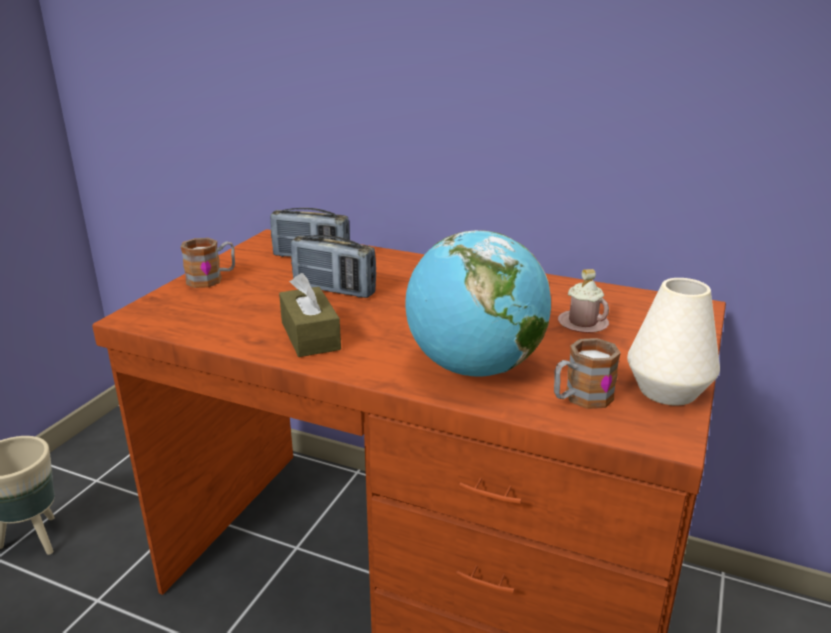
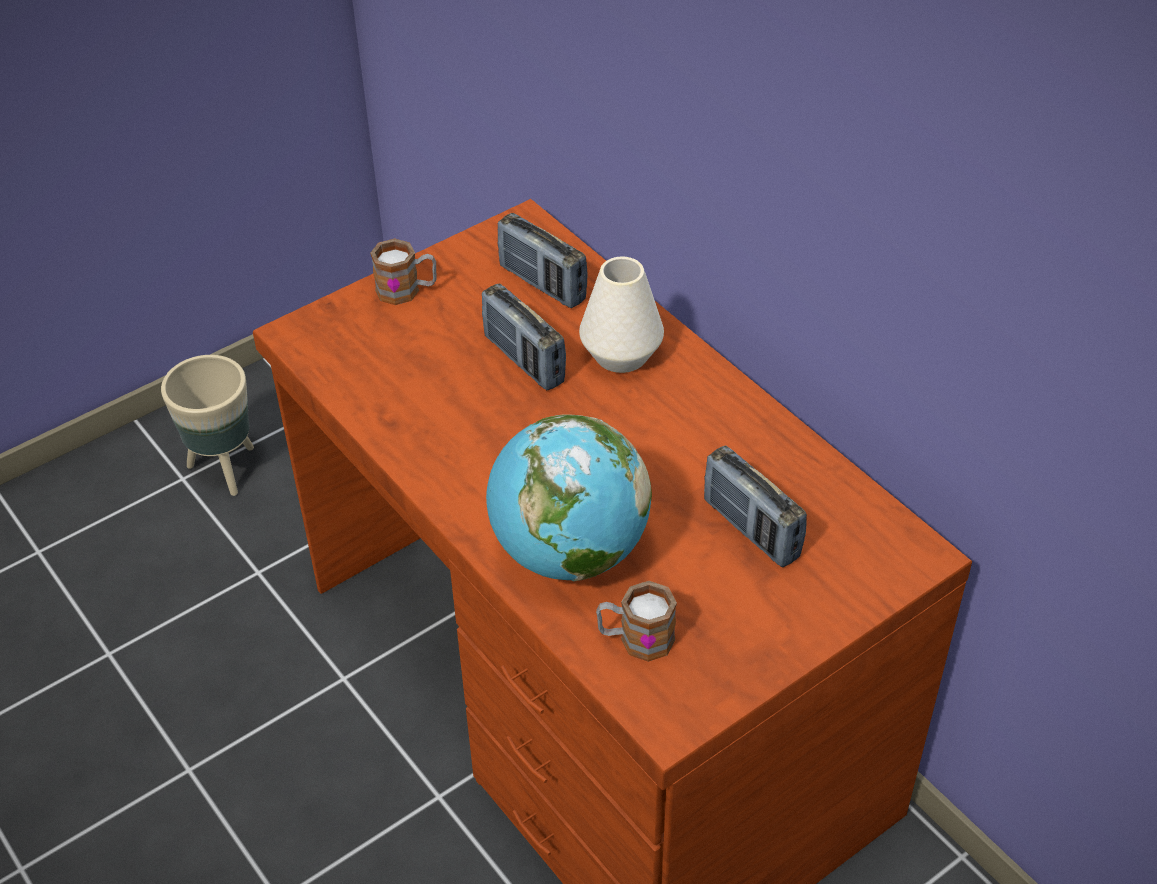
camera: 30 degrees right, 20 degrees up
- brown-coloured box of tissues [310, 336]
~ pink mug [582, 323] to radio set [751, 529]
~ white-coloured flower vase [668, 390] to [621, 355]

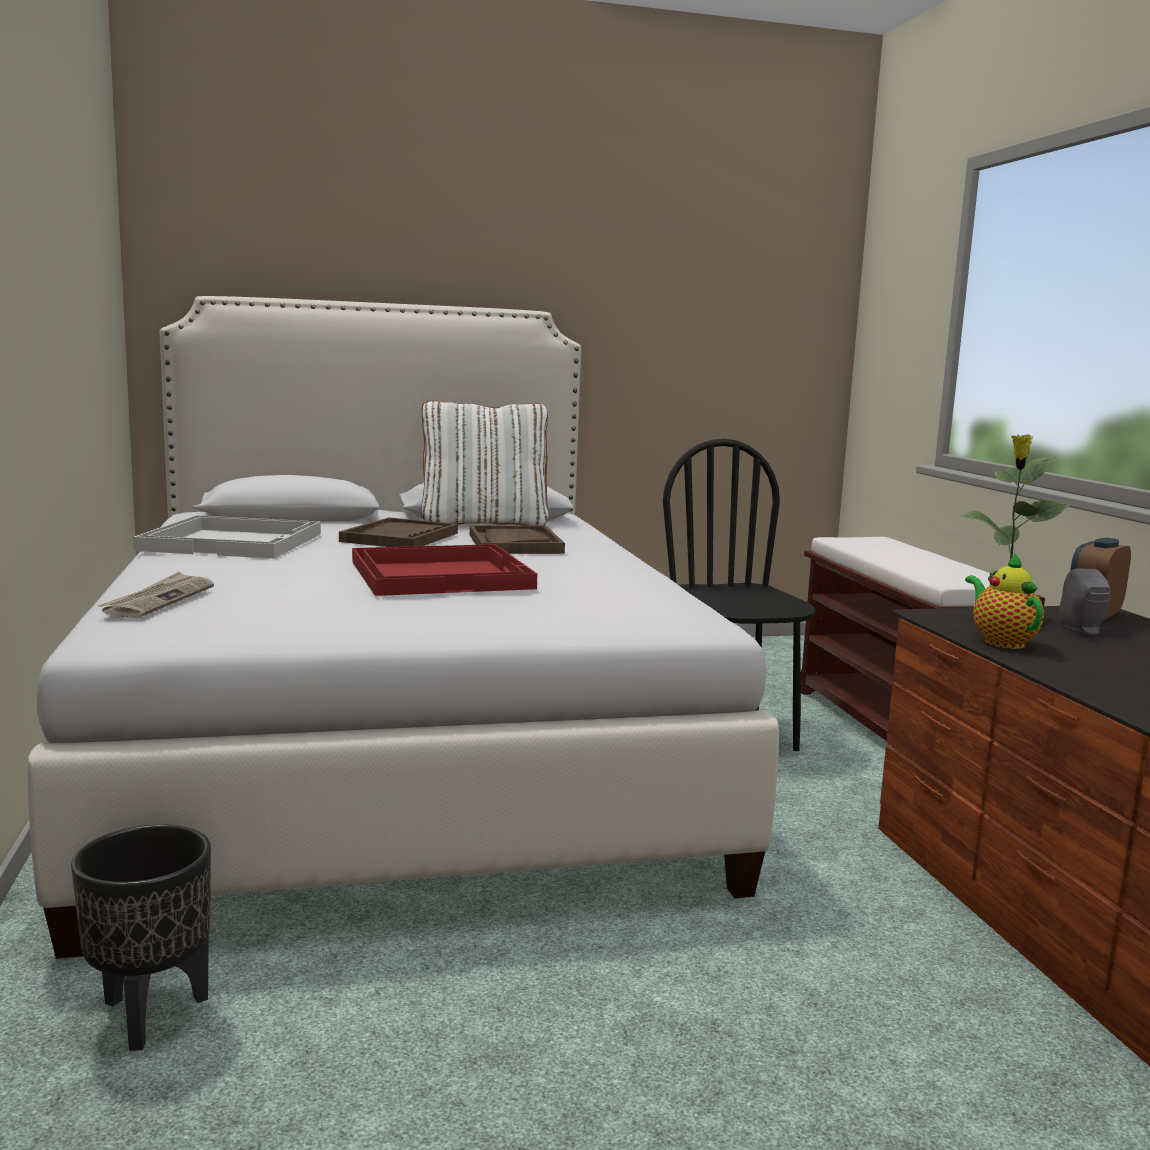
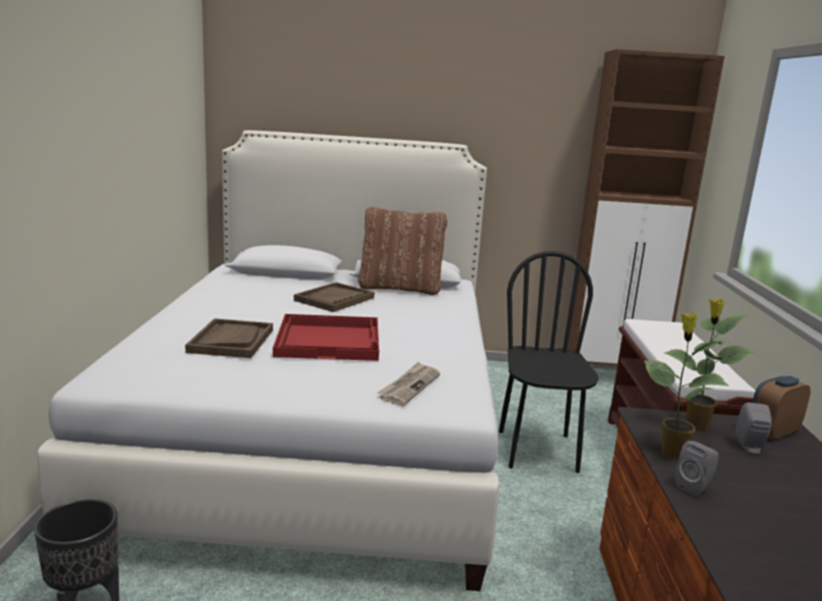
camera: 15 degrees right, 5 degrees up
~ newspaper [159, 600] to [409, 386]
- white-coloured serving tray [234, 541]
~ white-coloured pillow [484, 523] to brown-coloured pillow [400, 288]
~ brown-coloured serving tray [514, 543] to [231, 340]
~ tea pot [1001, 642] to plant in a pot [671, 453]
+ brown-coloured cupboard [612, 378]
+ grey audio speaker [695, 487]

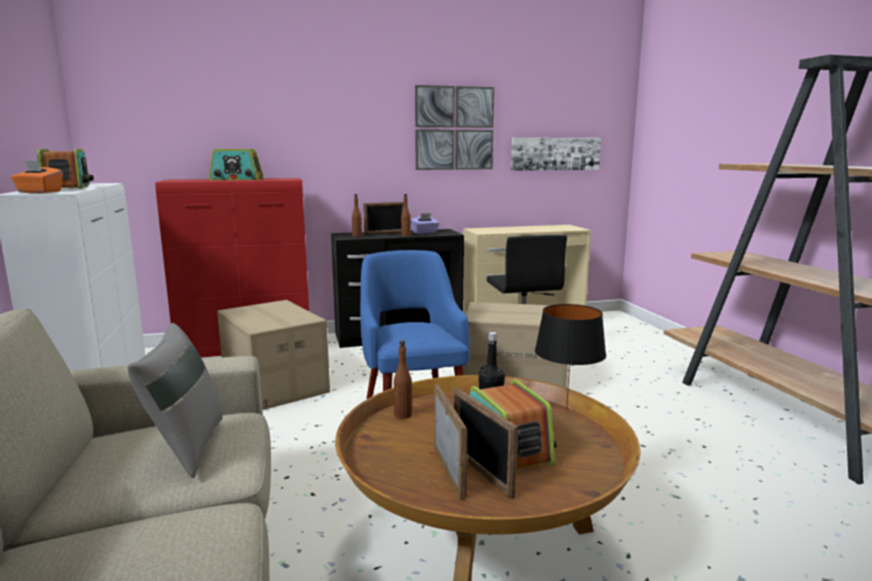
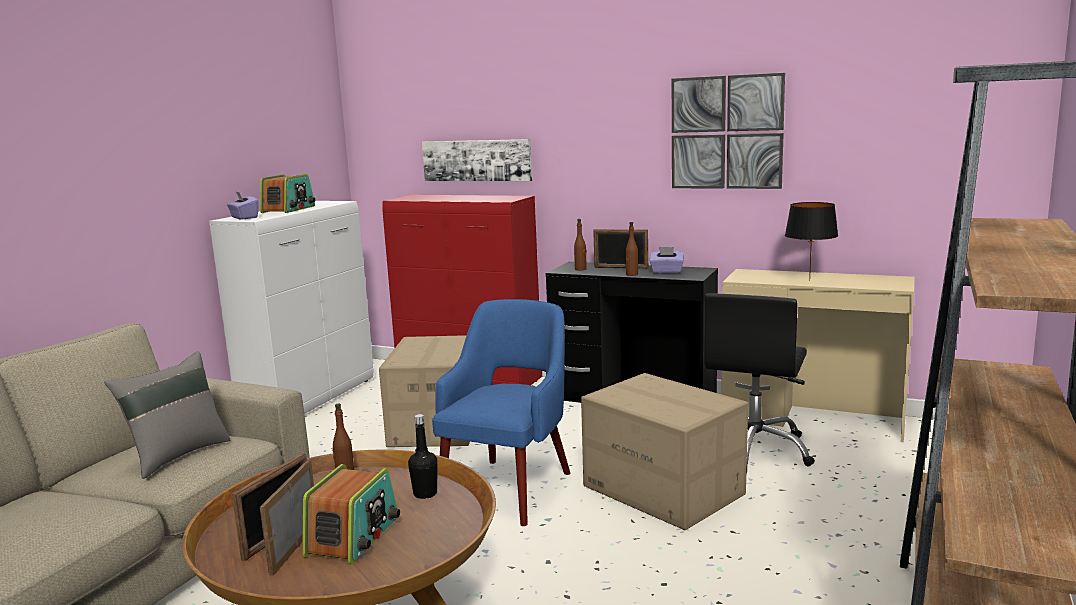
camera: 40 degrees right, 0 degrees up
~ orange-coloured box of tissues [39, 192] to purplish box of tissues [244, 218]
- radio set [236, 179]
~ wall art [555, 154] to [477, 160]
~ black-coloured lamp for a table [567, 411] to [809, 280]

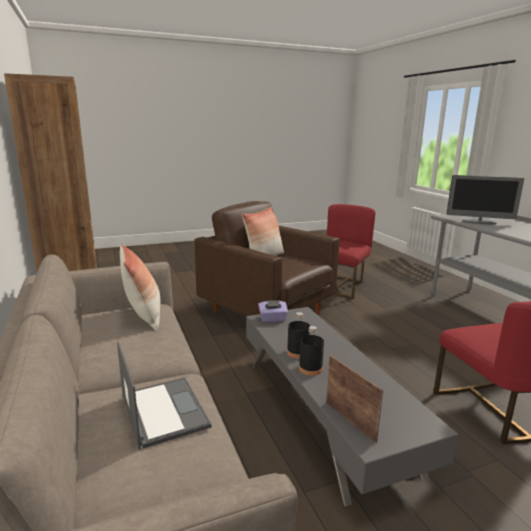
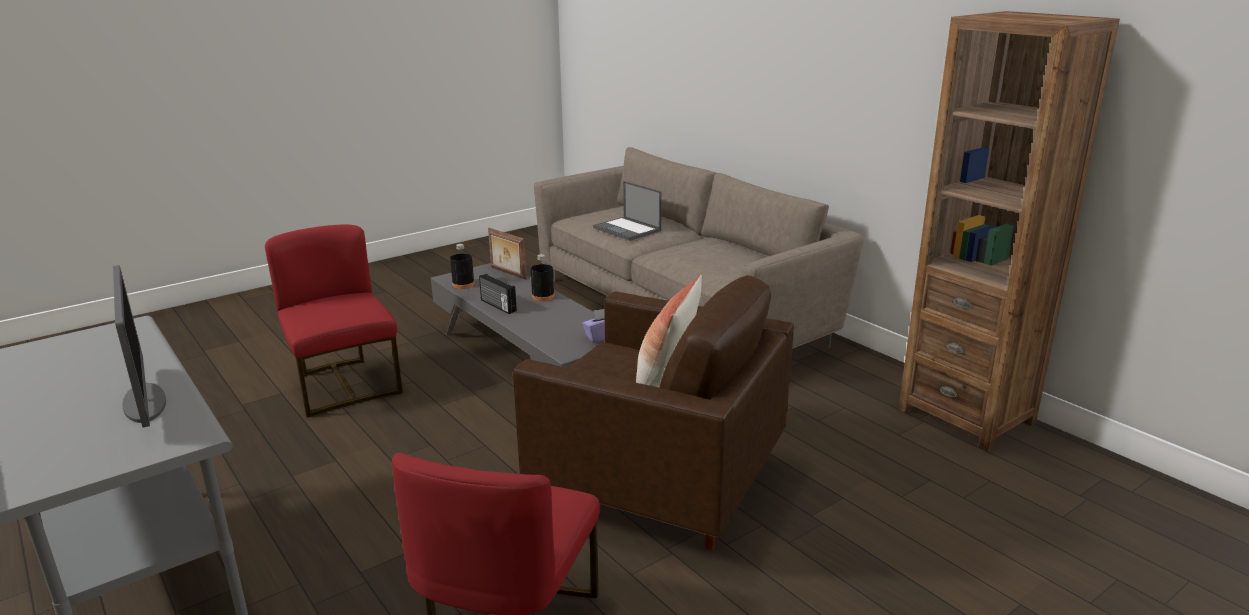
camera: 165 degrees right, 5 degrees up
- pillow [143, 316]
~ black-coloured bottle [298, 352] to [463, 285]
~ monitor [479, 222] = [144, 403] 60 degrees clockwise
+ radio set [497, 306]

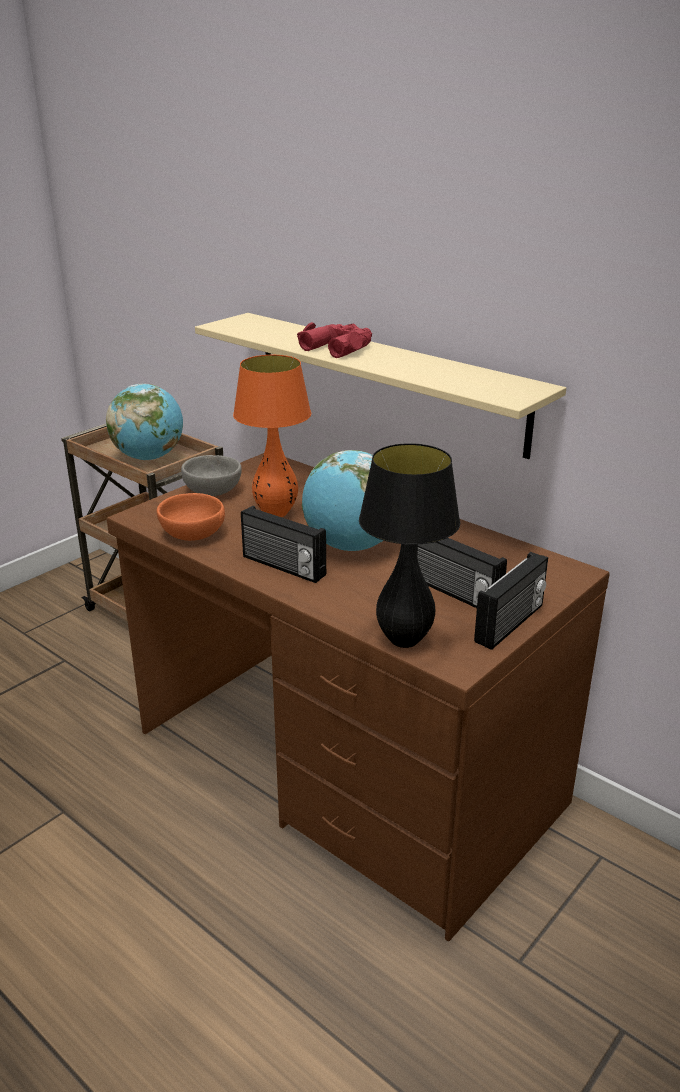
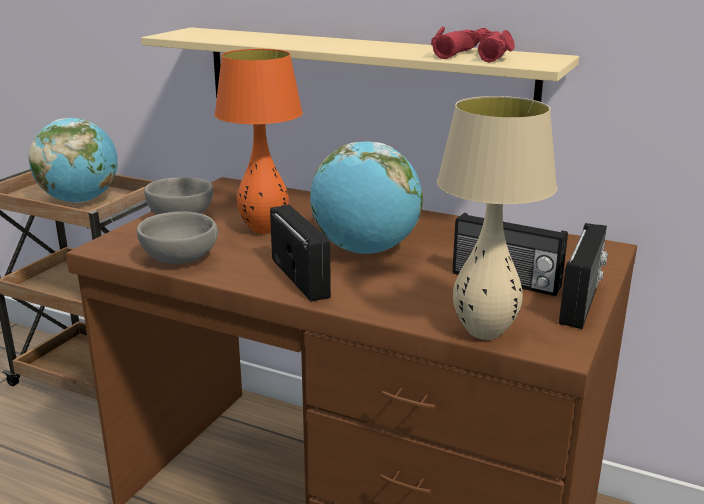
camera: 15 degrees left, 5 degrees down
~ orange-coloured serving bowl [192, 534] to grey serving bowl [179, 258]
~ radio set [282, 566] = [302, 277] 135 degrees counterclockwise
~ red-coloured field glasses [339, 347] to [475, 55]
~ black-coloured lamp for a table [404, 641] to beige lamp for a table [484, 333]

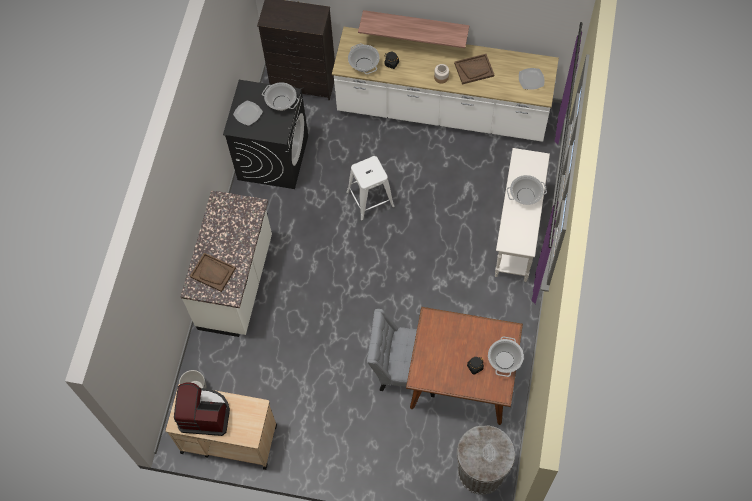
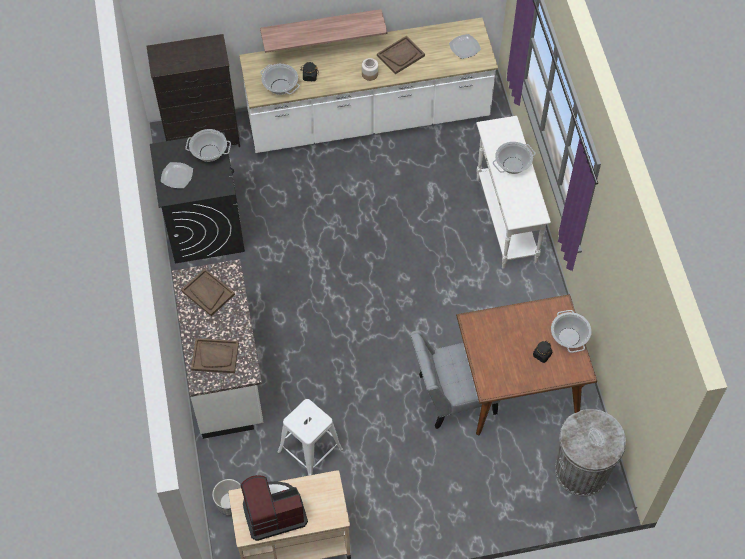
camera: 25 degrees left, 5 degrees down
~ white-coloured sitting stool [370, 199] to [310, 450]
+ brown-coloured serving tray [208, 293]

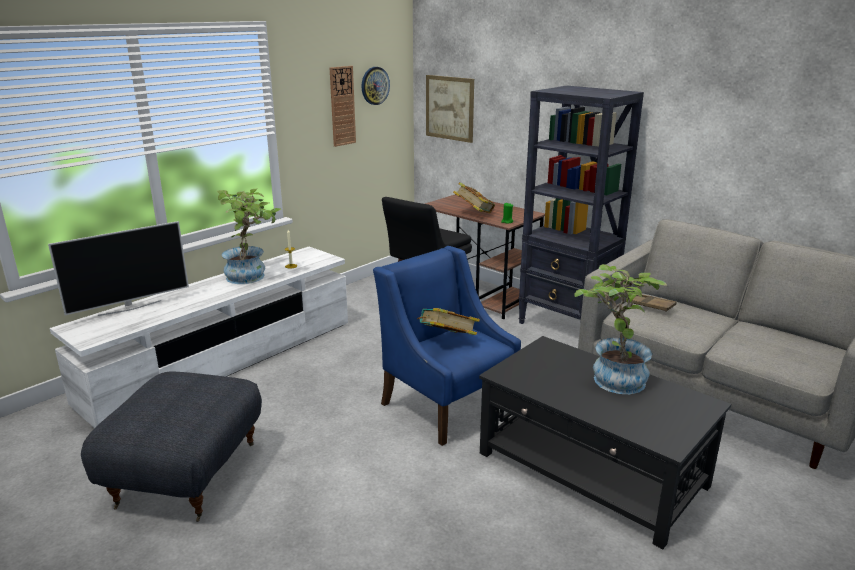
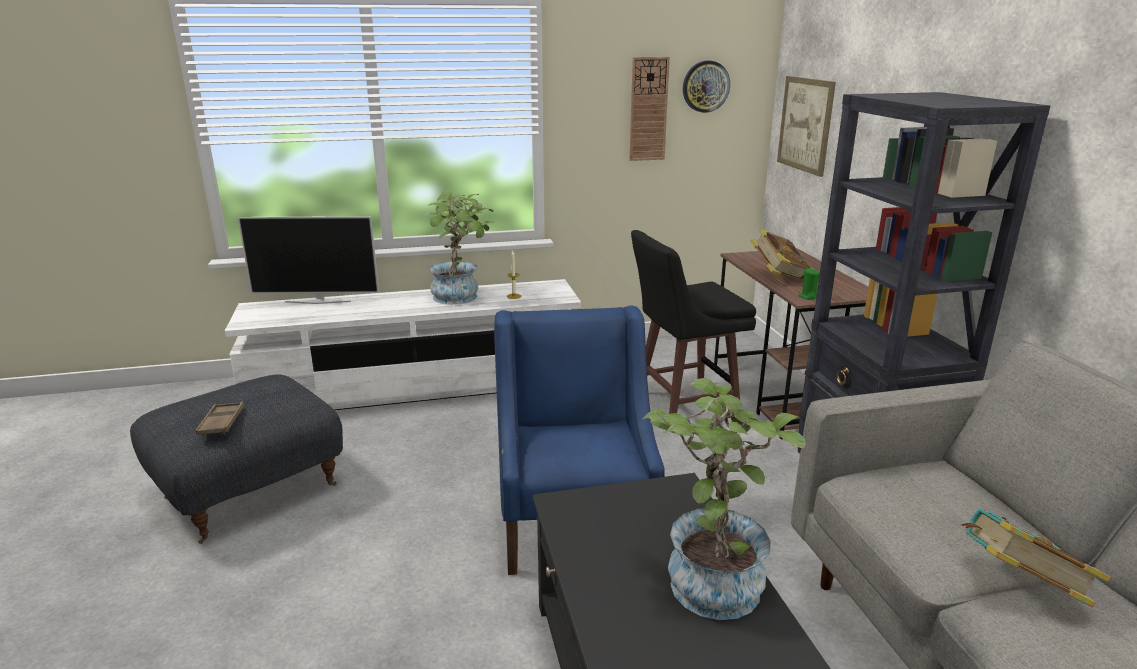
camera: 35 degrees right, 0 degrees up
~ bound book [447, 340] to [1018, 587]
~ brown-coloured serving tray [650, 305] to [221, 423]

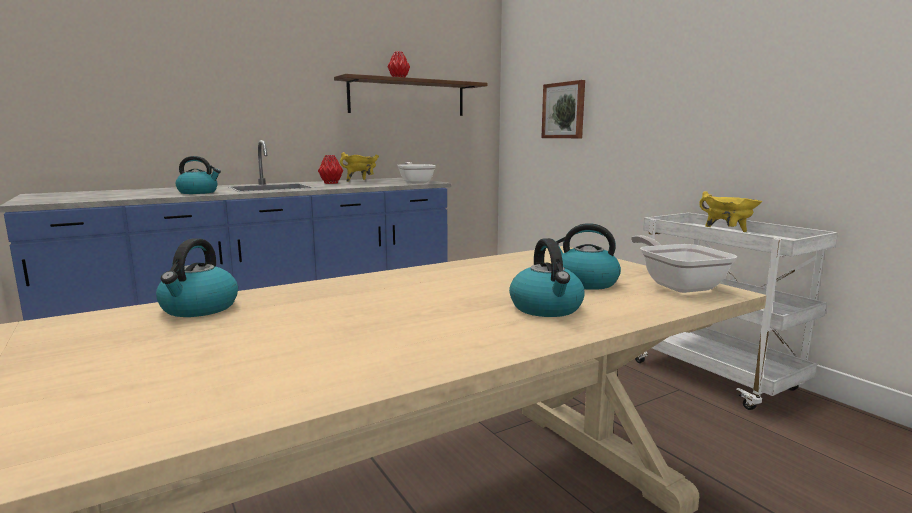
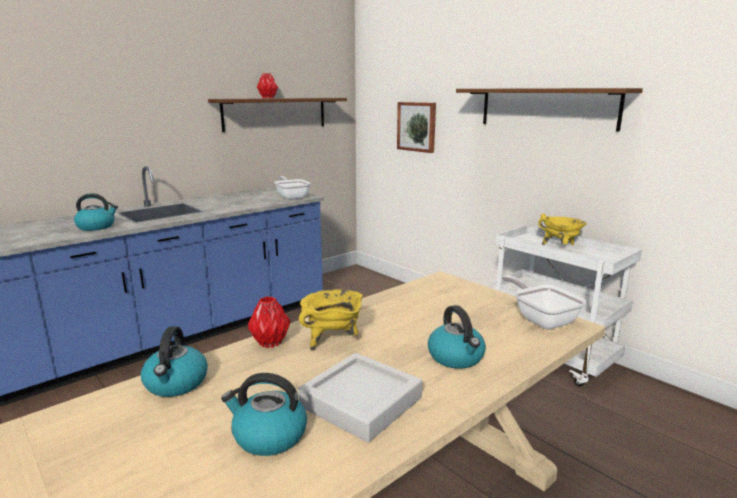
camera: 10 degrees left, 5 degrees up
~ red-coloured flower vase [331, 183] to [270, 342]
~ yellow saucepot [361, 181] to [333, 340]
~ tea kettle [585, 283] to [268, 436]
+ grey serving tray [361, 402]
+ brown-coloured shelf [546, 108]

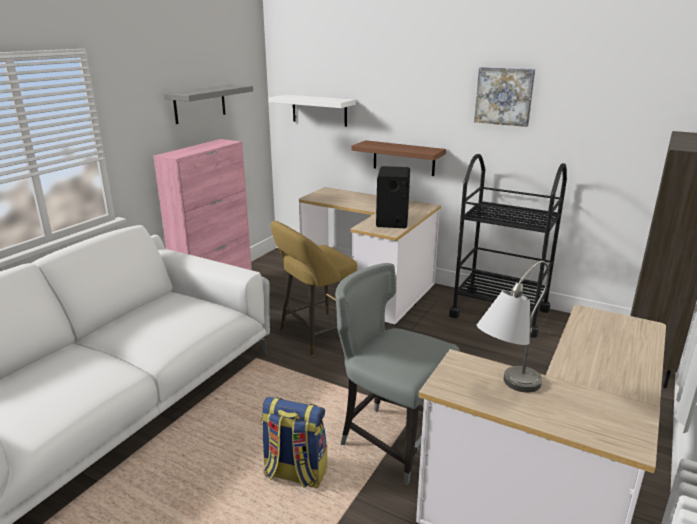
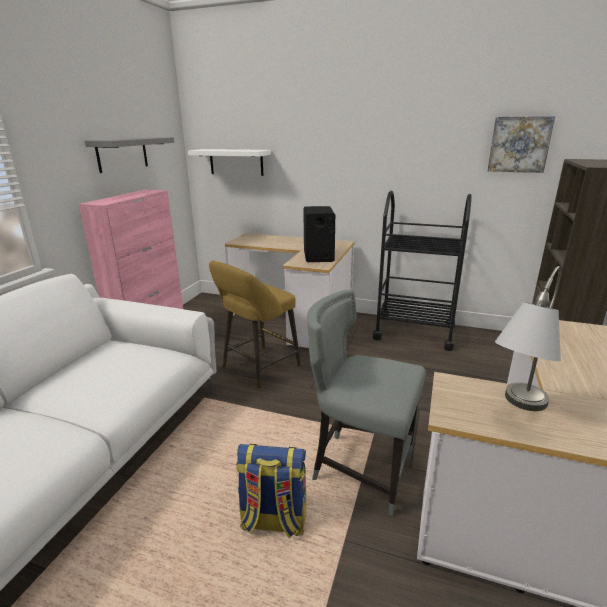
camera: 10 degrees left, 0 degrees up
- brown-coloured shelf [403, 158]
~ wall art [504, 96] to [519, 144]

